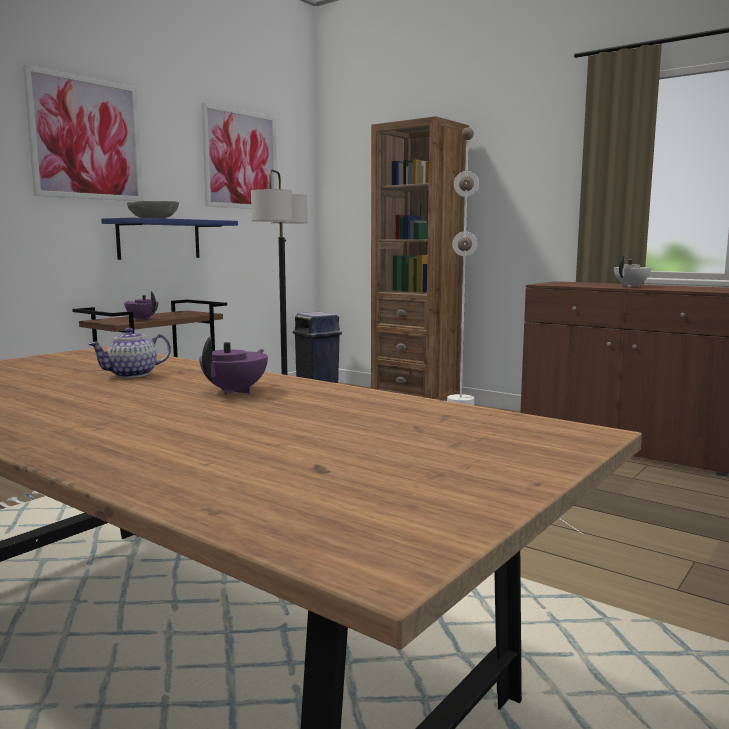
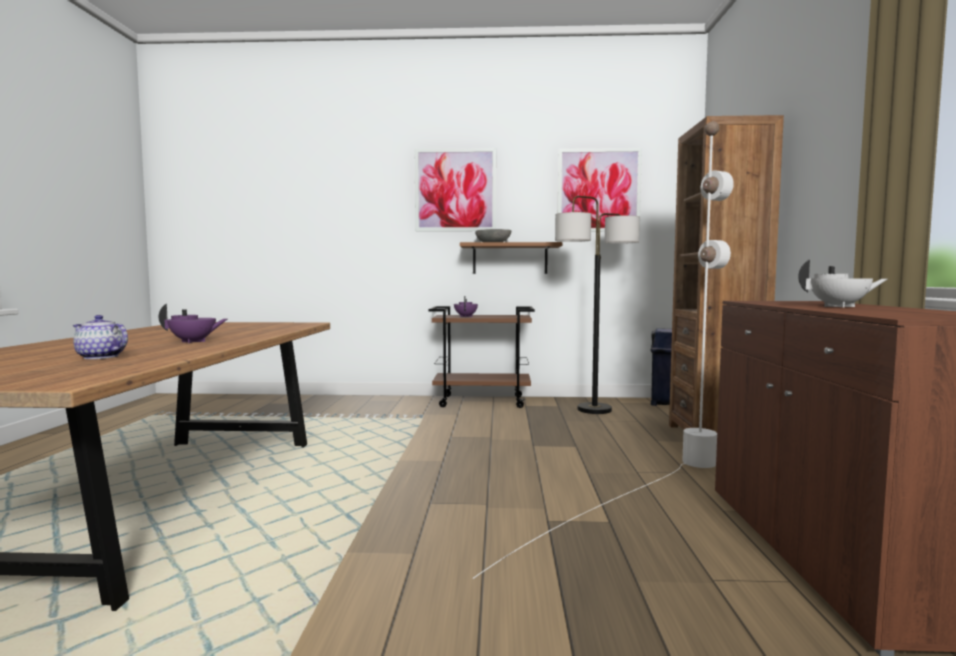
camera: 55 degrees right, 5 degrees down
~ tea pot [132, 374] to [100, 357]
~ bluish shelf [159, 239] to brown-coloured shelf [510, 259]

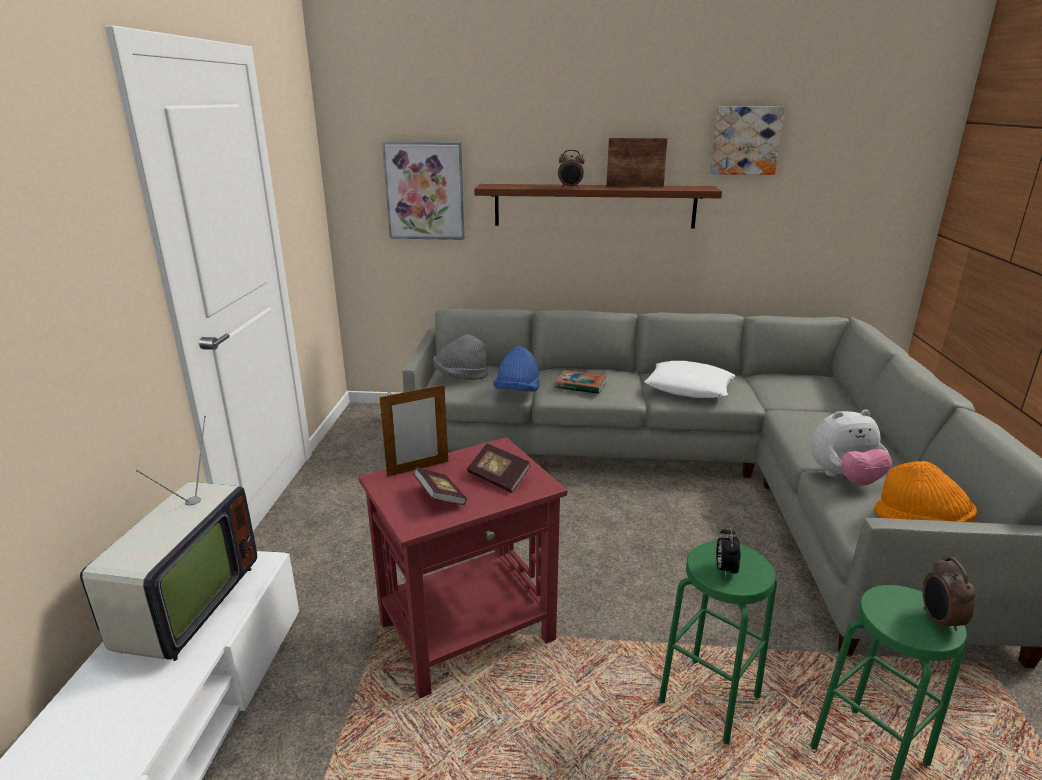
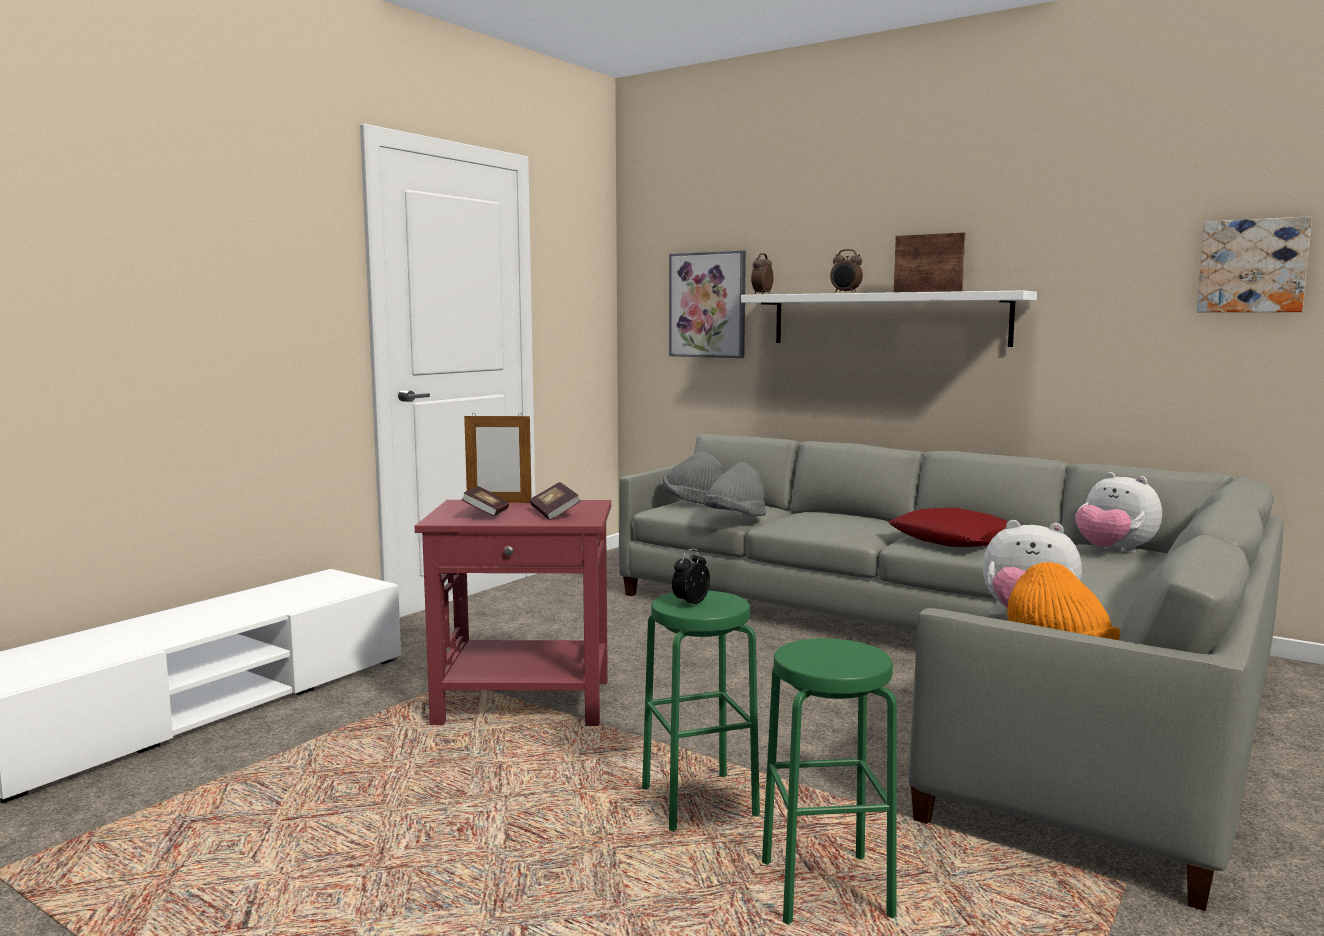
camera: 30 degrees right, 15 degrees down
- television [182, 608]
~ brown-coloured shelf [594, 206] to white-coloured shelf [887, 319]
~ bluish wearable hat [517, 392] to grey wearable hat [735, 518]
- bound book [580, 385]
~ white-coloured pillow [689, 387] to red-coloured pillow [953, 539]
~ wall art [745, 140] to [1252, 266]
~ bedside clock [938, 621] to [761, 294]
+ soft toy [1114, 552]

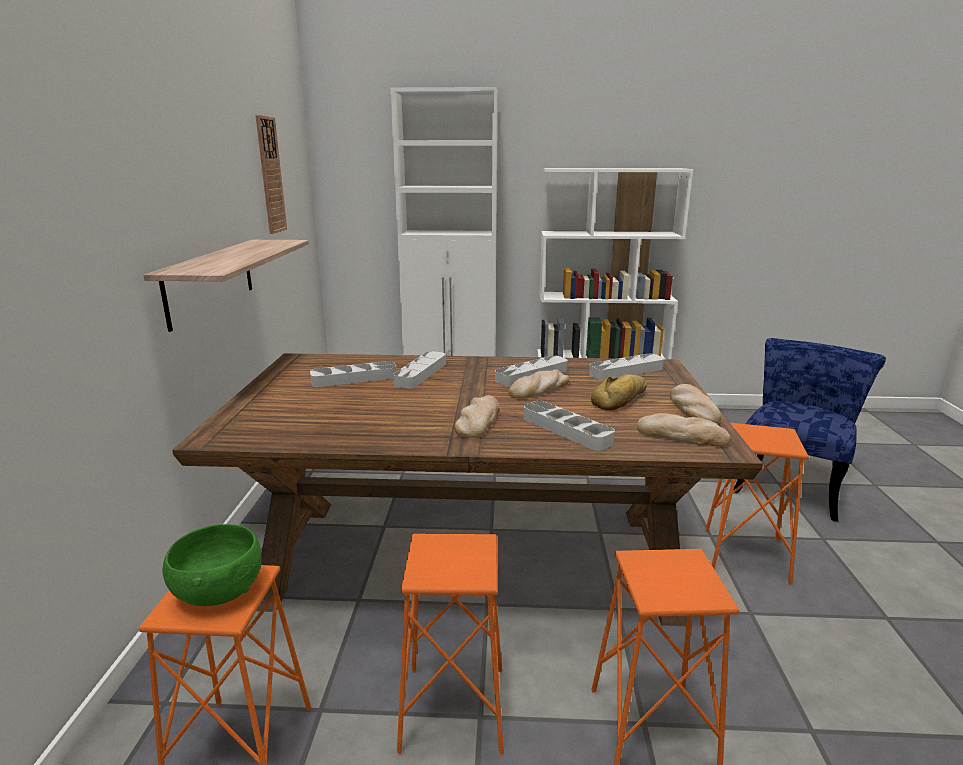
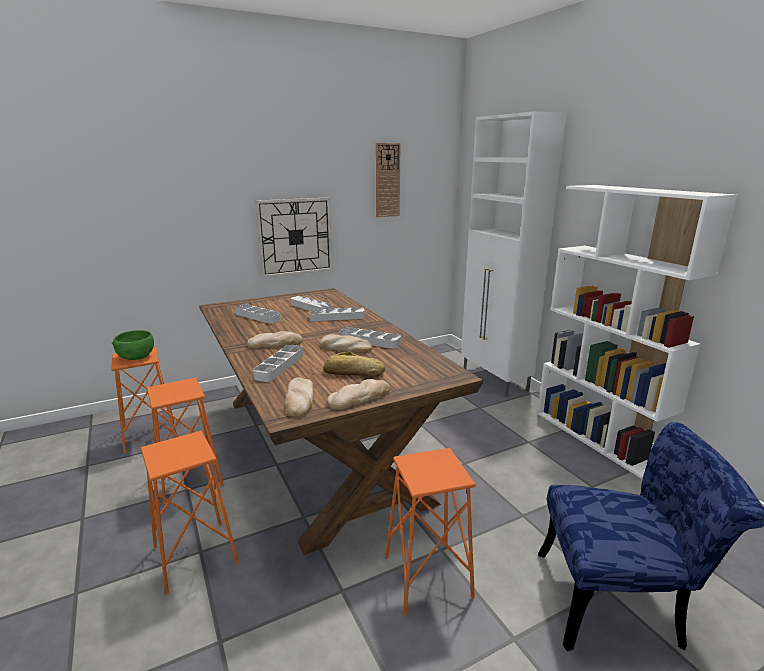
camera: 60 degrees right, 0 degrees up
~ shelf [210, 281] to hanging clock [295, 237]
~ grey serving tray [626, 371] to [257, 317]

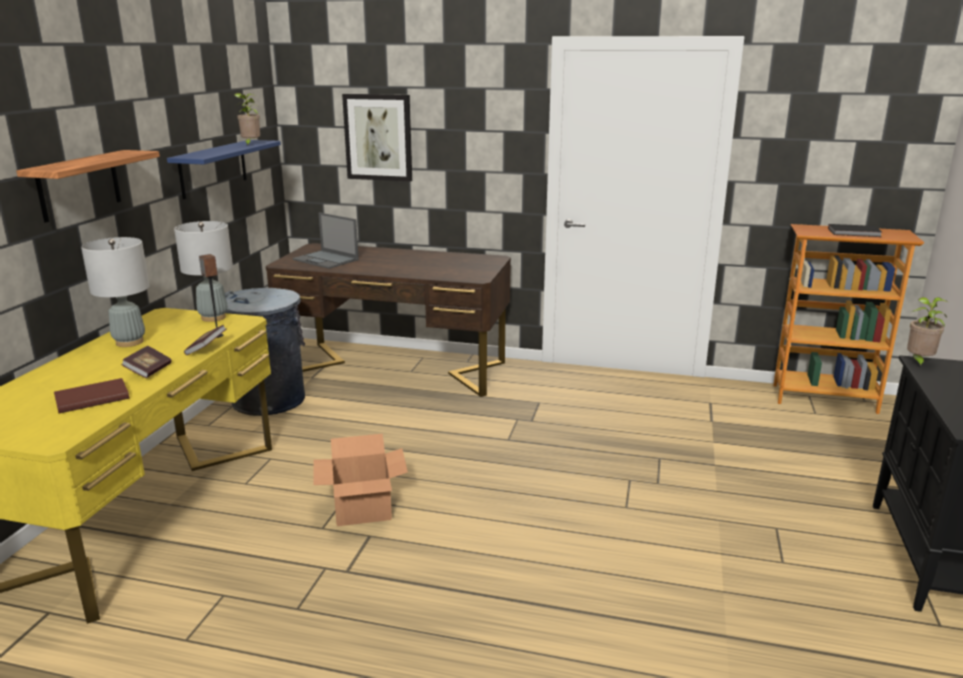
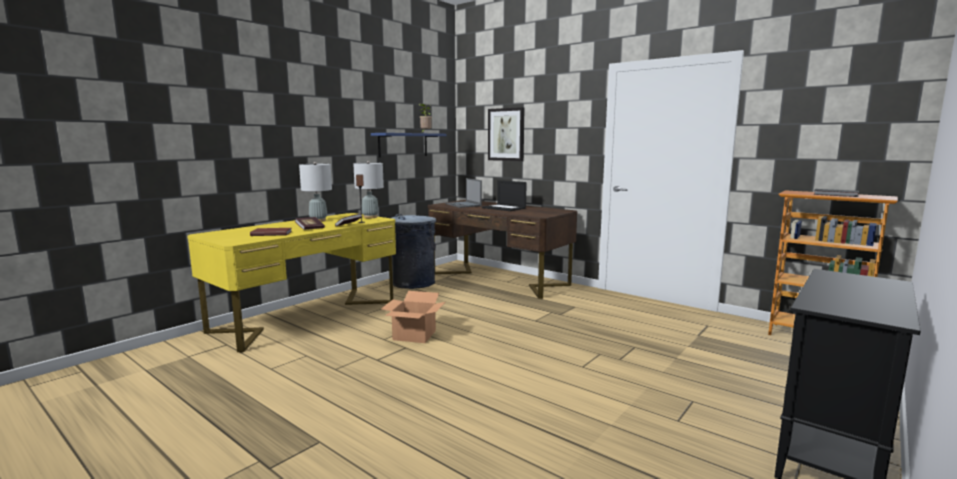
camera: 25 degrees right, 10 degrees down
- shelf [79, 185]
- plant in a pot [918, 362]
+ notebook computer [504, 208]

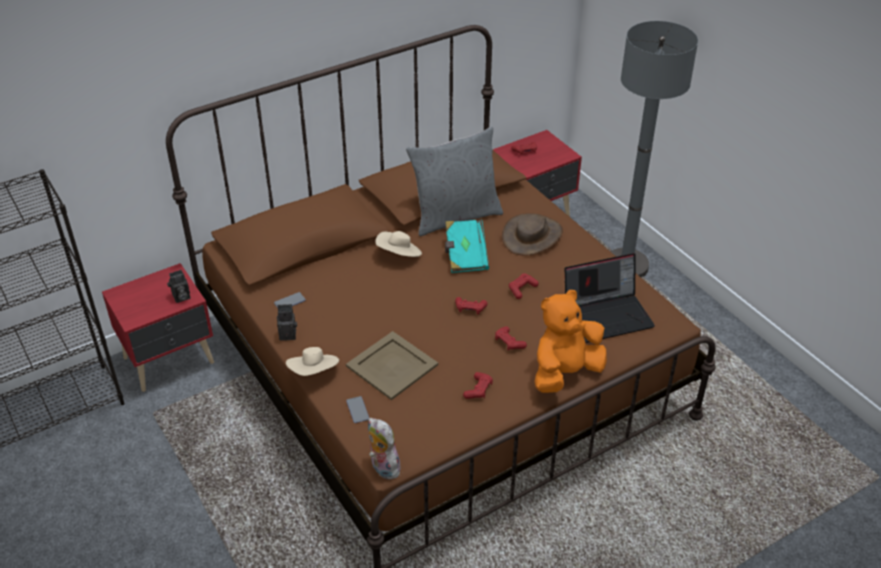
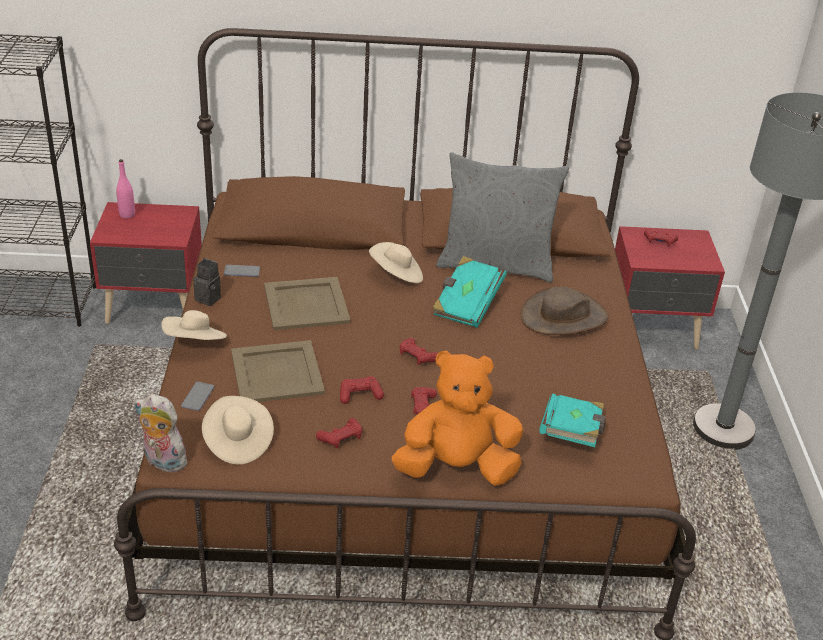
camera: 30 degrees right, 5 degrees down
- photo camera [180, 297]
~ soft toy [382, 467] = [162, 462] 60 degrees counterclockwise
~ red-coloured game controller [522, 289] to [360, 395]
~ notebook computer [607, 315] to turquoise-coloured bound book [571, 433]
+ pink bottle [127, 215]
+ beige wearable hat [237, 442]
+ beige serving tray [305, 303]

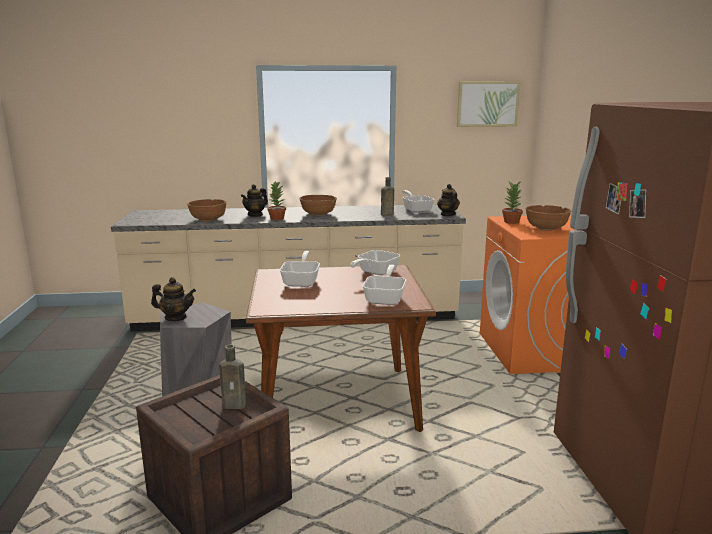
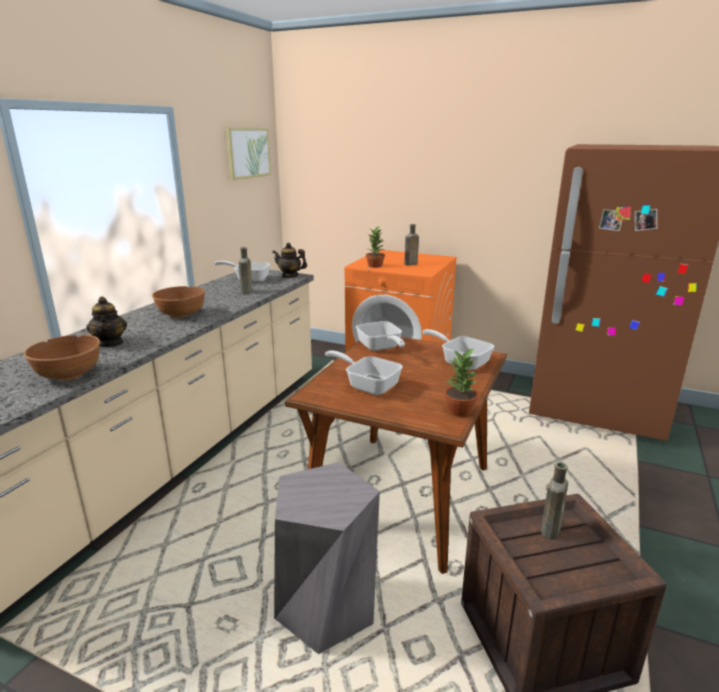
camera: 60 degrees left, 5 degrees up
- tea pot [176, 318]
~ plant in a pot [277, 218] to [460, 411]
~ brown-coloured serving bowl [546, 228] to brown-coloured bottle [410, 264]

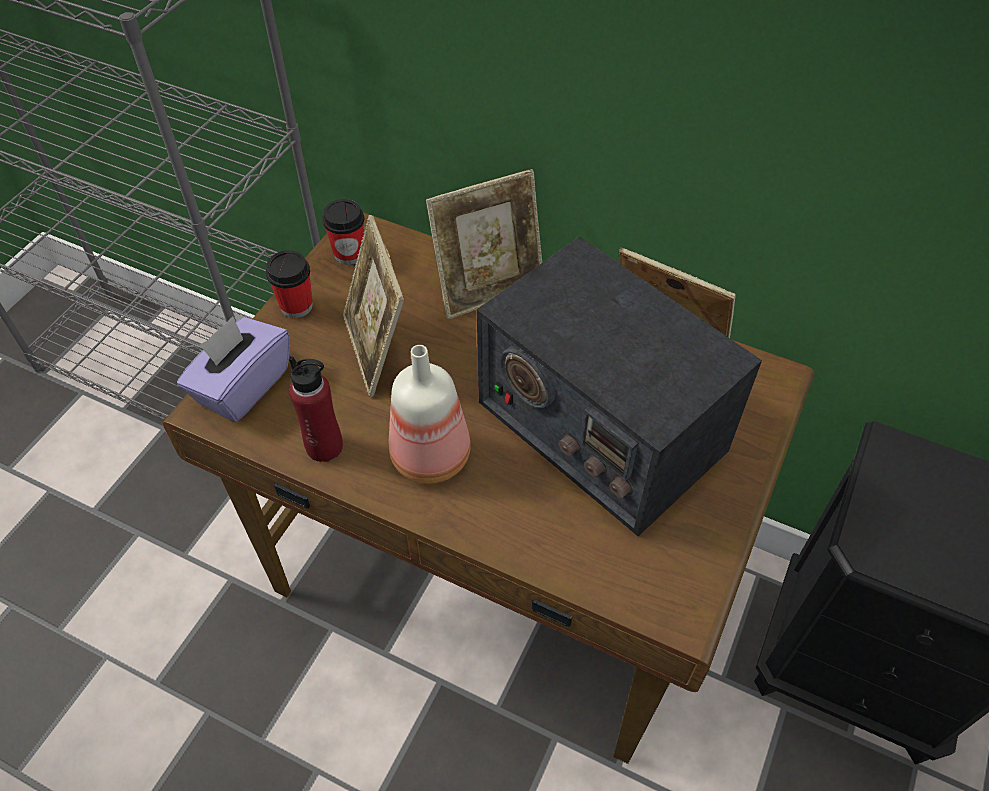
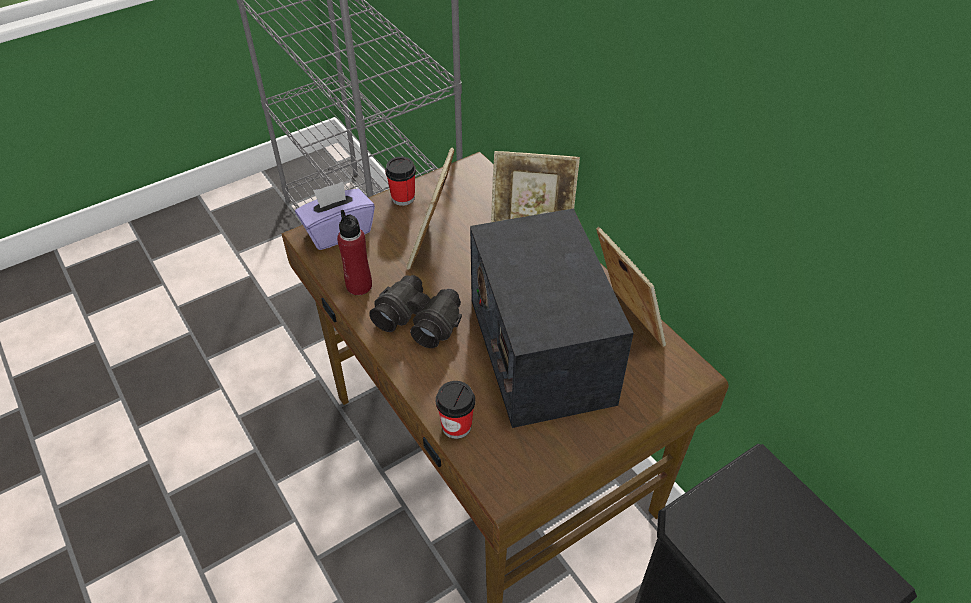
camera: 30 degrees right, 5 degrees down
~ small cup [349, 254] to [456, 426]
~ bottle [432, 454] to black-coloured field glasses [419, 319]

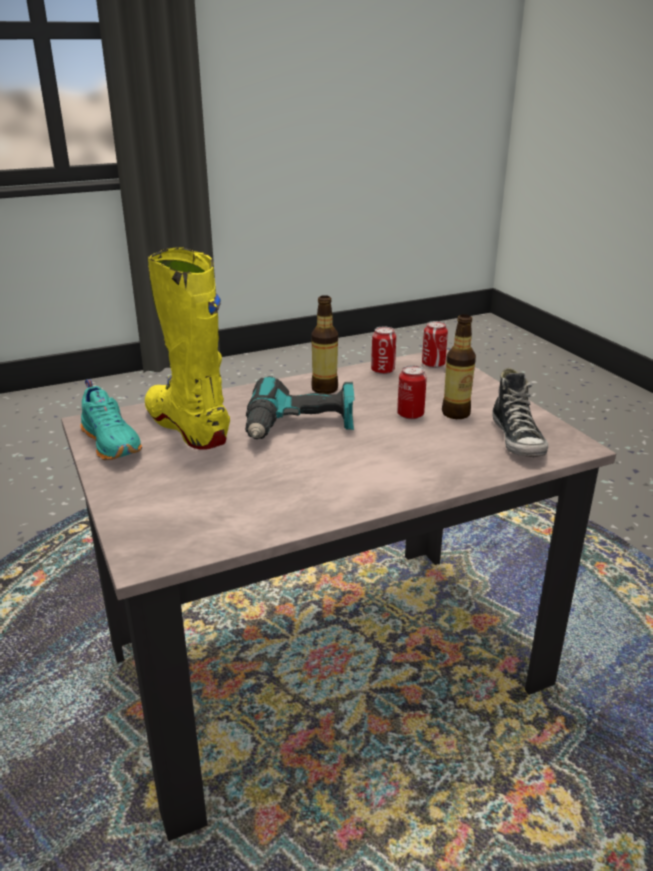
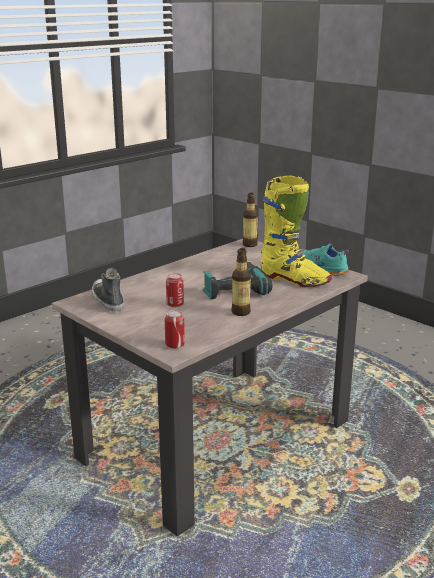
camera: 160 degrees right, 5 degrees down
- can [382, 370]
~ bottle [456, 413] to [250, 245]

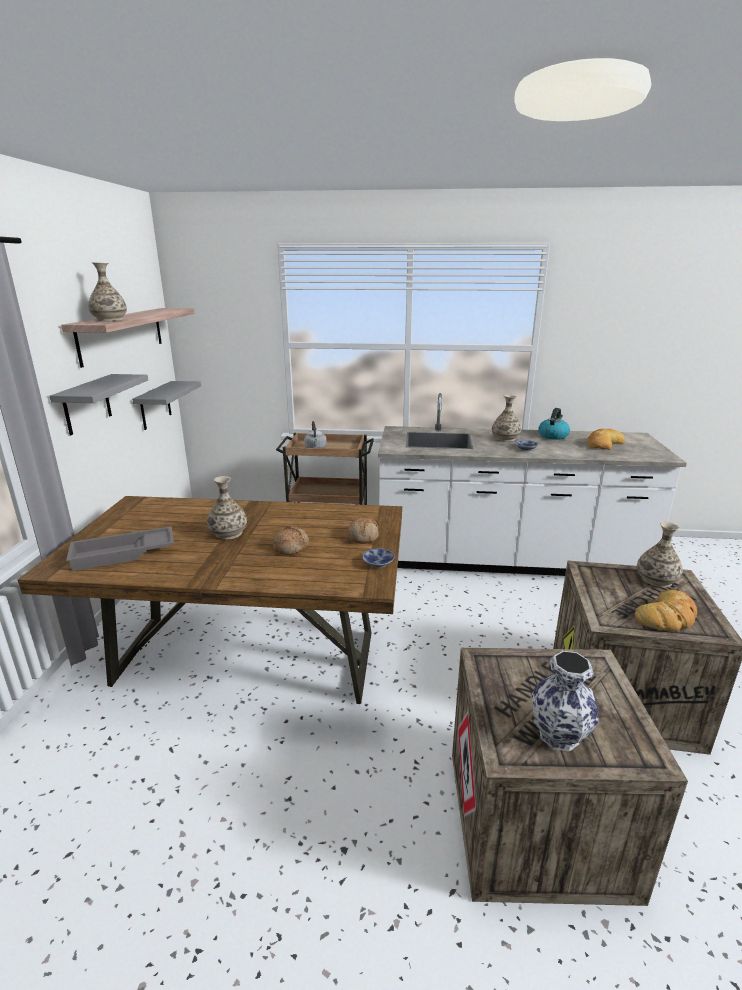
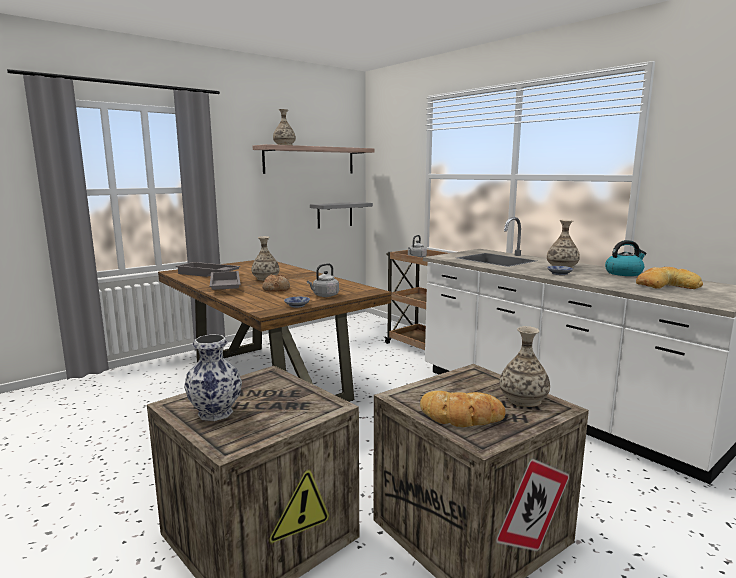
camera: 45 degrees right, 10 degrees down
- grey shelf [87, 404]
~ baked bread [364, 536] to grey tea kettle [324, 295]
+ grey serving tray [224, 287]

